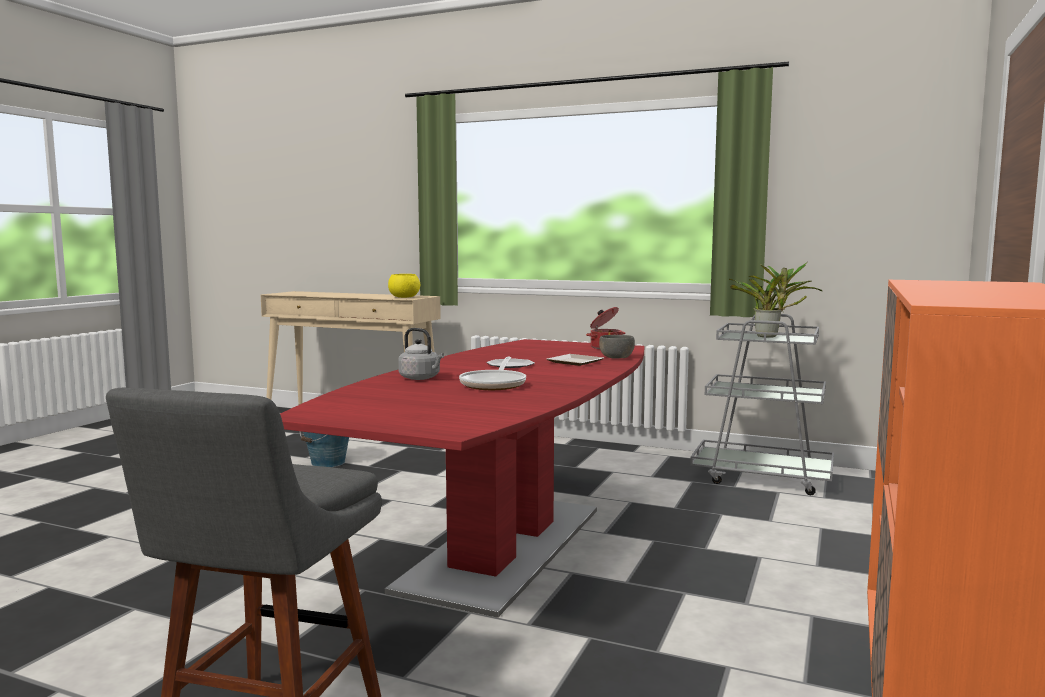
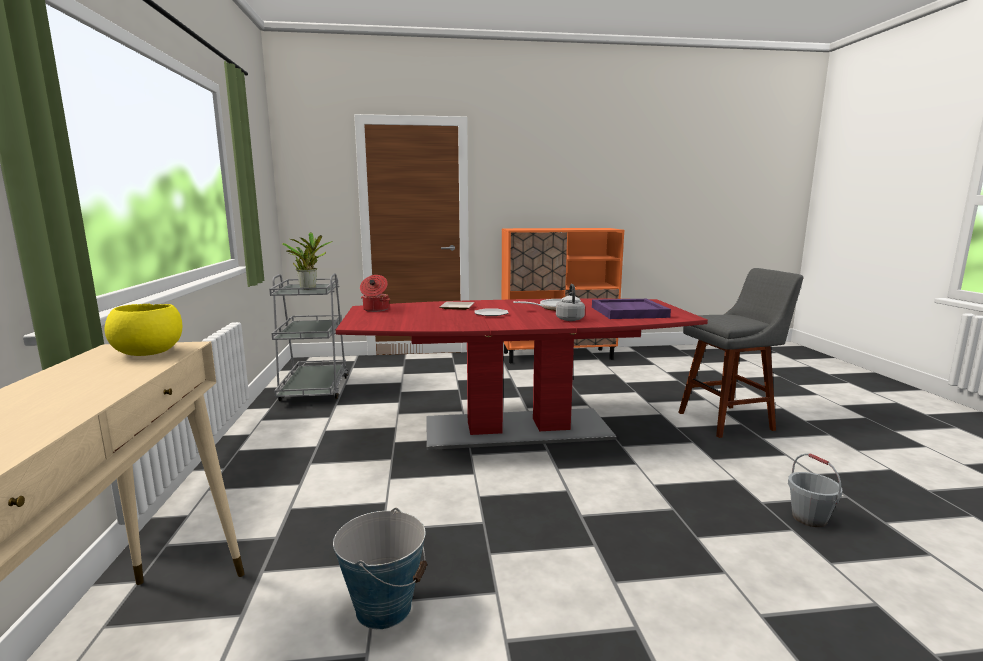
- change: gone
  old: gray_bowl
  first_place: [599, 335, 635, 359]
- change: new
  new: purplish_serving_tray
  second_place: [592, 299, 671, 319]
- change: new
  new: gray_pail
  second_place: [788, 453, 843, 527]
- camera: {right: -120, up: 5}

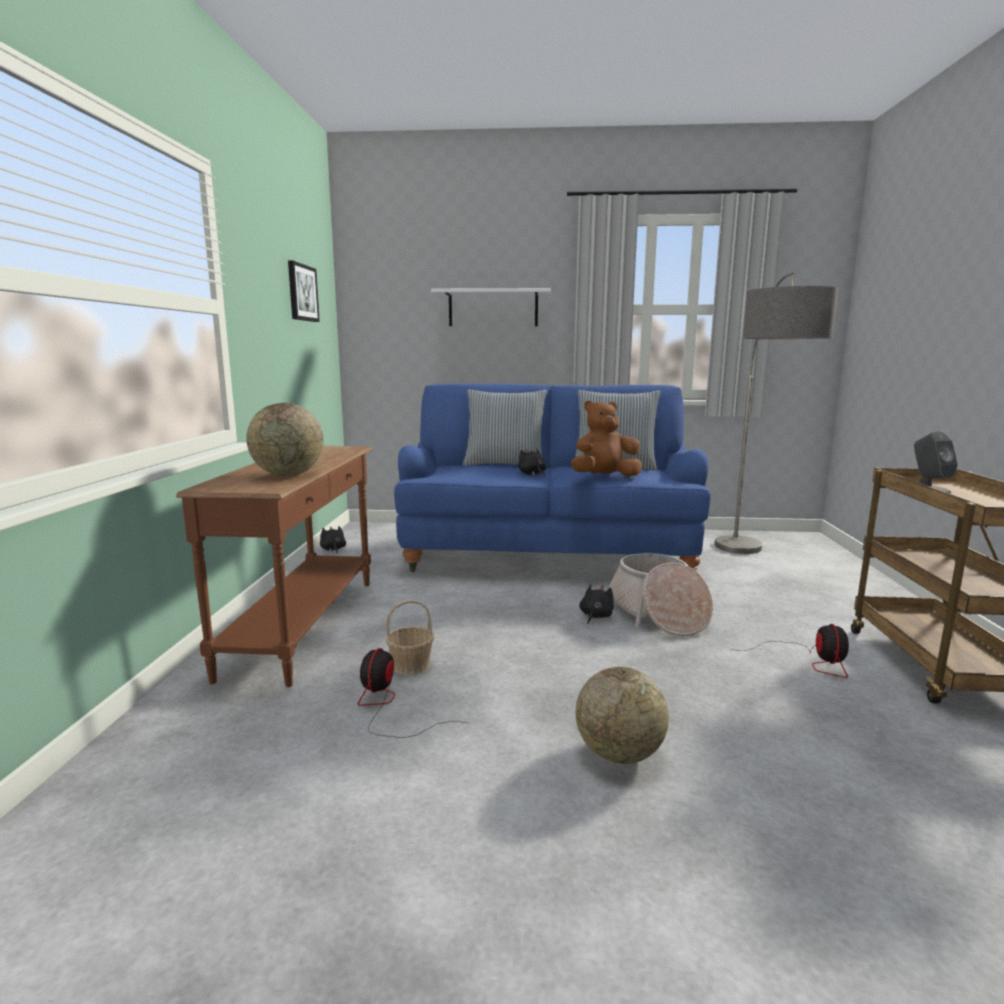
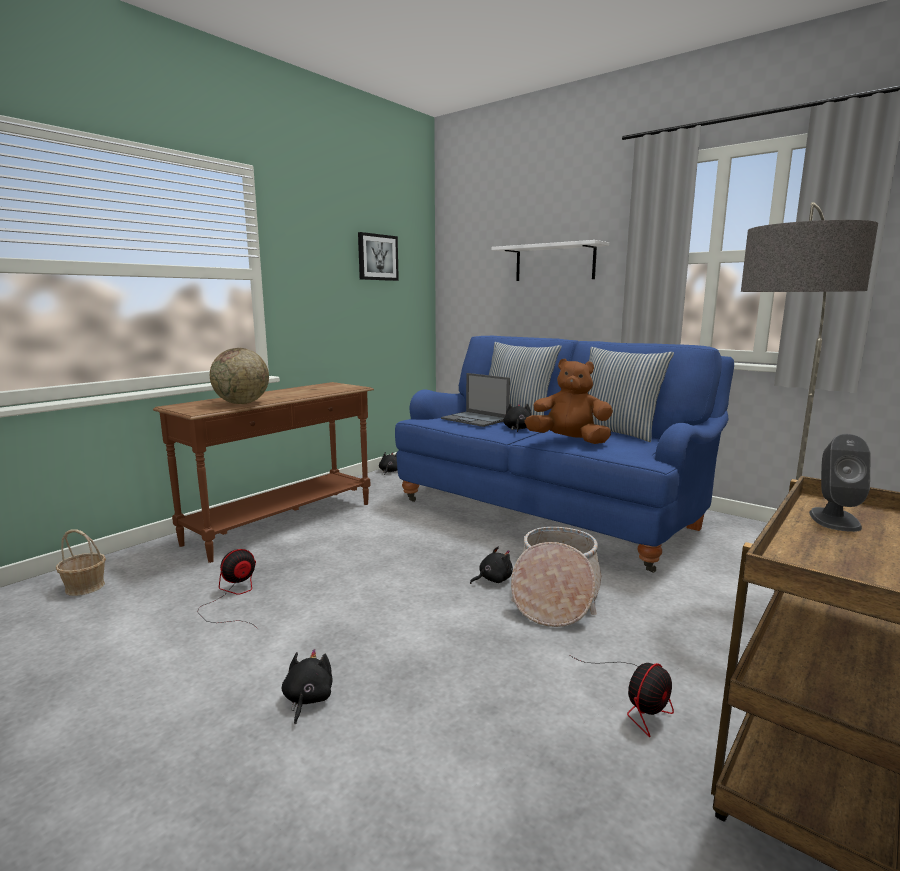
- change: shifted
  old: basket
  first_place: [386, 600, 434, 675]
  second_place: [56, 529, 106, 596]
- change: swapped
  old: world_globe
  new: black_soft_toy
  first_place: [576, 667, 669, 764]
  second_place: [282, 649, 333, 725]
- change: new
  new: portable_computer
  second_place: [441, 373, 510, 427]
- camera: {right: 35, up: 0}

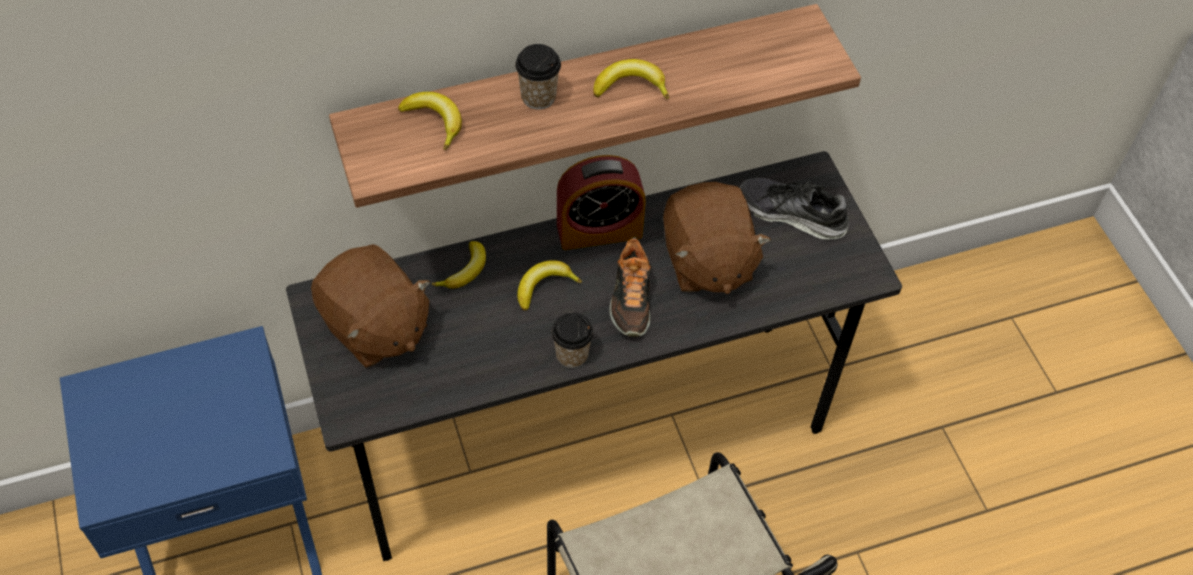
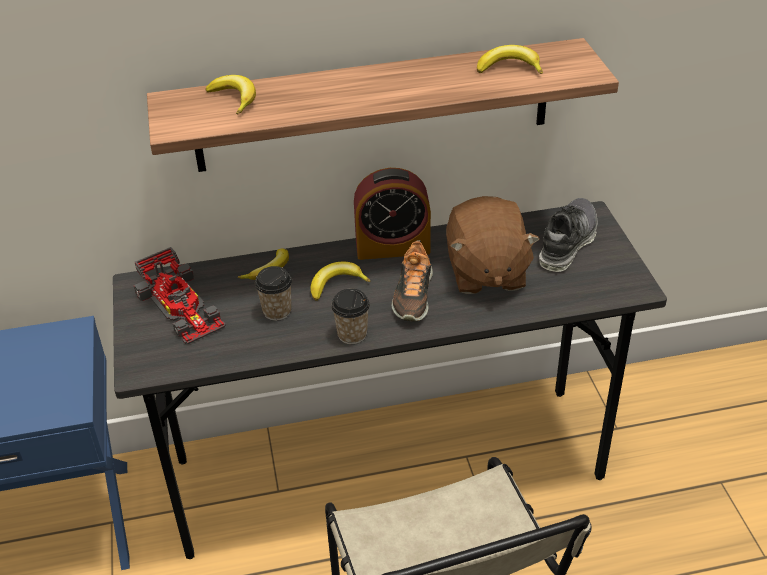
- change: swapped
  old: brown-coloured_soft_toy
  new: model_car
  first_place: [311, 244, 430, 368]
  second_place: [134, 247, 226, 344]
- change: shifted
  old: small_cup
  first_place: [515, 44, 561, 110]
  second_place: [255, 266, 292, 321]
- change: shifted
  old: whole_banana
  first_place: [593, 59, 669, 99]
  second_place: [477, 45, 543, 74]
- change: rotated
  old: shoe
  first_place: [740, 178, 849, 240]
  second_place: [539, 198, 598, 272]
  degrees: 90
- camera: {right: 10, up: -15}

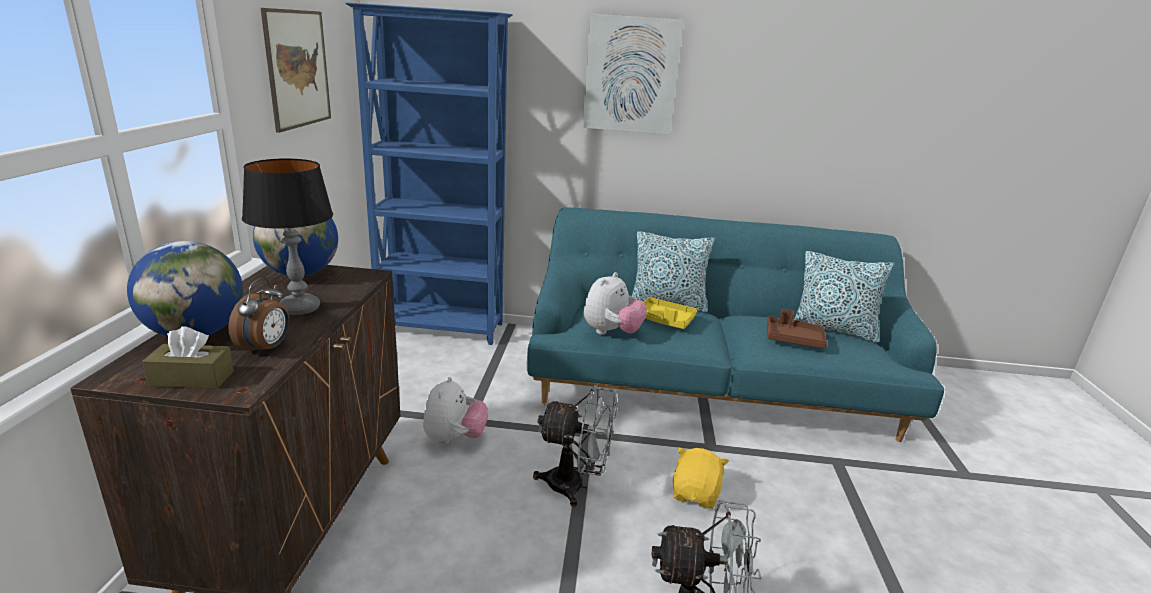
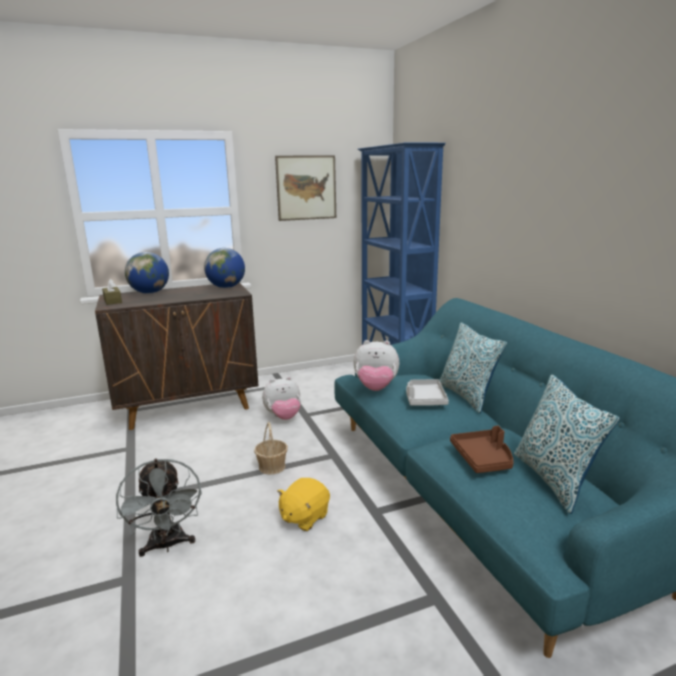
- change: gone
  old: table_clock
  first_place: [228, 277, 289, 356]
- change: gone
  old: table_lamp
  first_place: [242, 159, 333, 315]
- change: swapped
  old: gray_electric_fan
  new: basket
  first_place: [533, 385, 618, 507]
  second_place: [254, 422, 288, 475]
- change: gone
  old: wall_picture
  first_place: [583, 14, 684, 134]
- change: repainted
  old: yellow-coloured_serving_tray
  new: gray_serving_tray
  first_place: [643, 297, 697, 329]
  second_place: [406, 379, 449, 406]
- change: rotated
  old: yellow-coloured_soft_toy
  first_place: [673, 447, 729, 509]
  second_place: [277, 478, 330, 531]
  degrees: 135
- camera: {right: 65, up: -5}

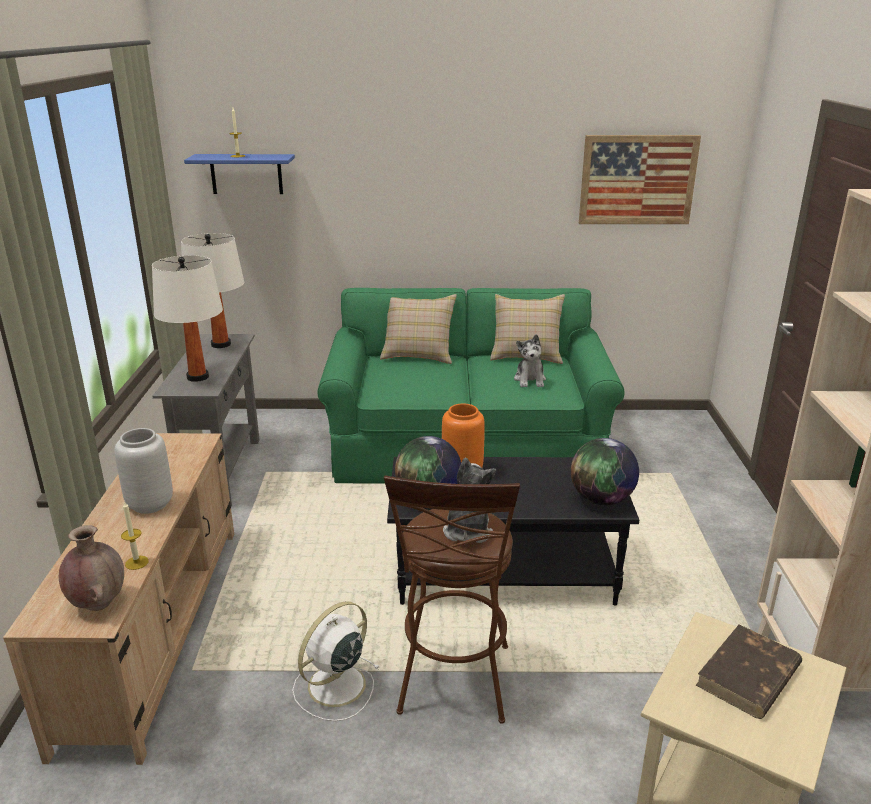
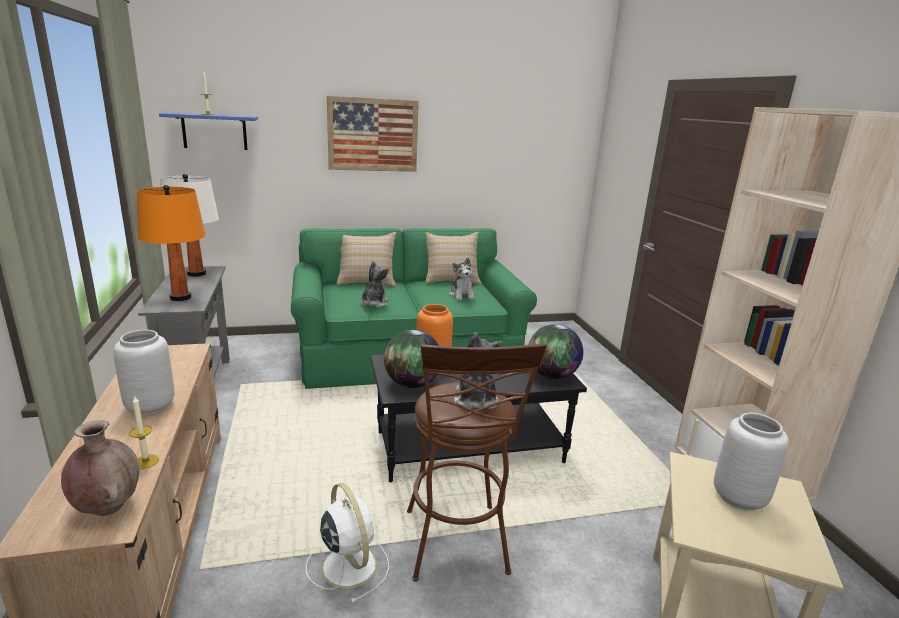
- change: repainted
  old: white_table_lamp
  new: orange_table_lamp
  first_place: [152, 255, 223, 382]
  second_place: [137, 185, 206, 301]
- change: rotated
  old: white_electric_fan
  first_place: [292, 601, 380, 721]
  second_place: [306, 483, 389, 603]
  degrees: 120
- change: shifted
  old: wall_picture
  first_place: [579, 135, 701, 224]
  second_place: [327, 96, 419, 172]
- change: swapped
  old: brown-coloured_book
  new: gray_vase
  first_place: [696, 624, 802, 719]
  second_place: [714, 413, 789, 511]
- change: new
  new: soft_toy
  second_place: [360, 261, 389, 308]
- camera: {right: -15, up: -5}

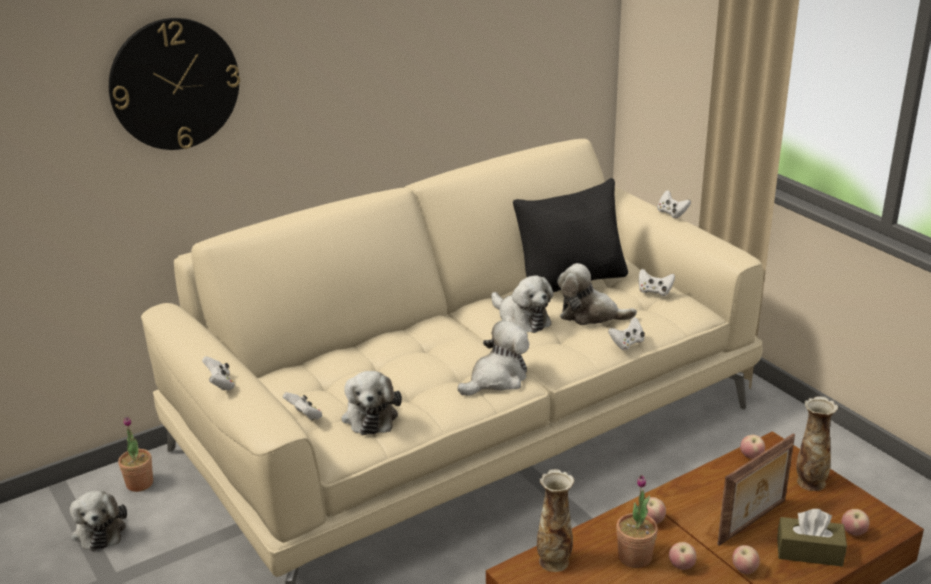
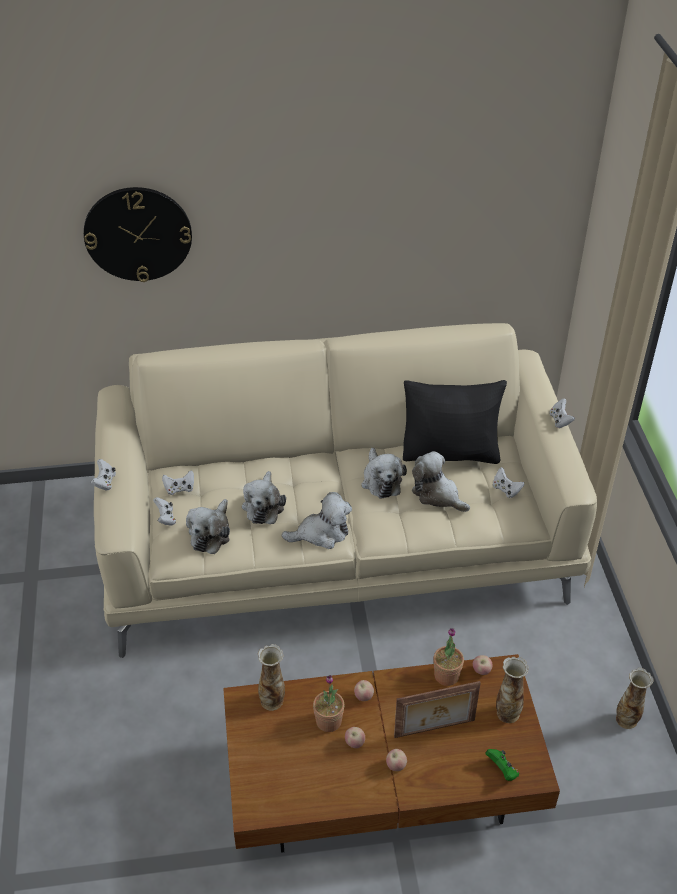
- change: shifted
  old: soft_toy
  first_place: [70, 491, 127, 551]
  second_place: [242, 471, 286, 524]
- change: shifted
  old: houseplant
  first_place: [118, 417, 153, 492]
  second_place: [433, 628, 464, 686]
- change: shifted
  old: white_gamepad
  first_place: [608, 317, 645, 350]
  second_place: [162, 470, 194, 495]
- change: gone
  old: brown-coloured_tissue_holder
  first_place: [777, 509, 847, 567]
- change: swapped
  old: whole_apple
  new: green_gamepad
  first_place: [841, 509, 870, 536]
  second_place: [485, 749, 519, 781]
- change: new
  new: vase
  second_place: [616, 668, 654, 729]
- camera: {right: 25, up: 15}

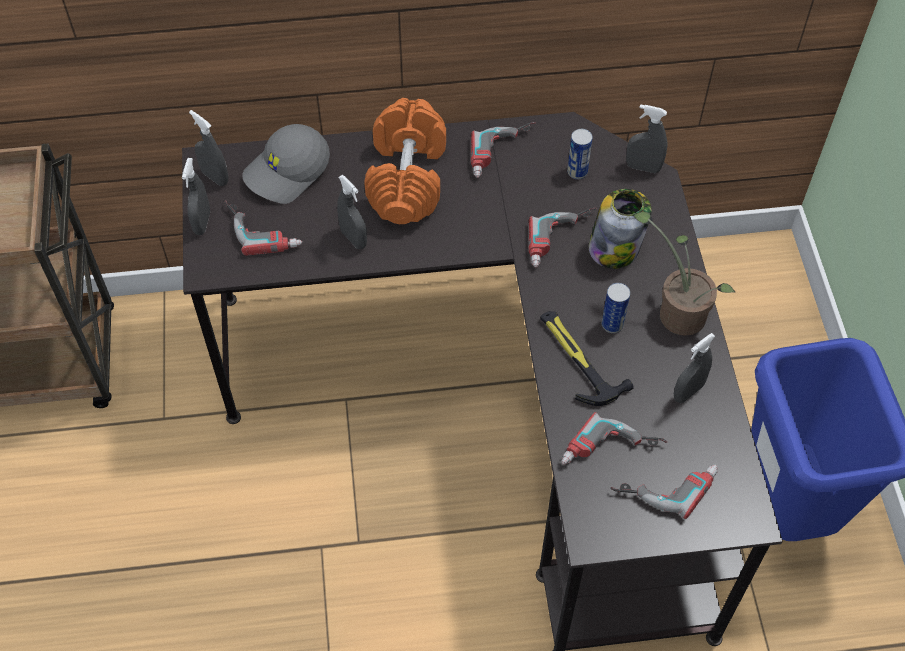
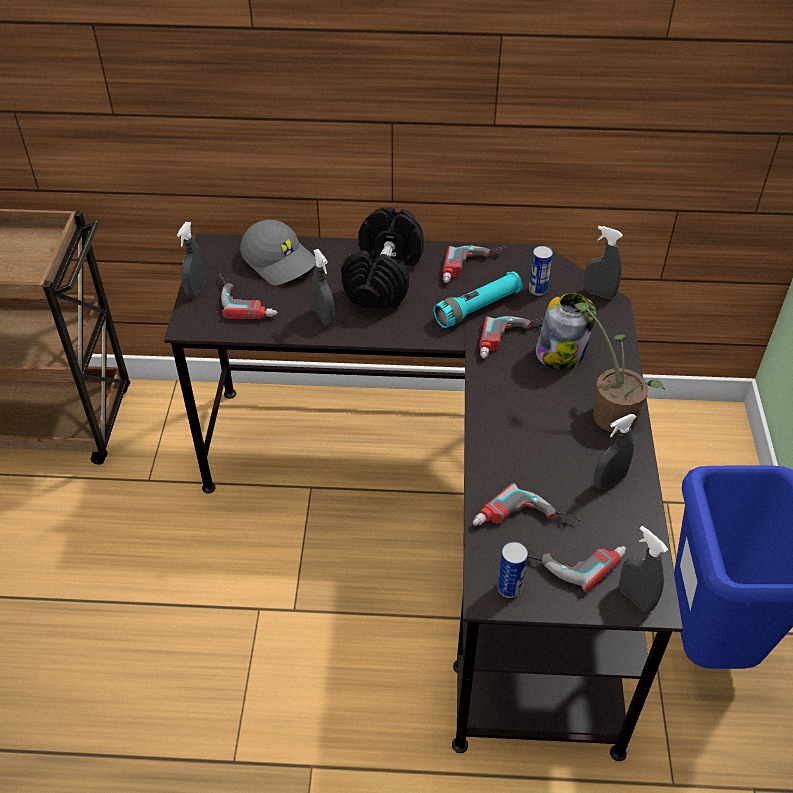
- change: shifted
  old: gray_hand_sprayer
  first_place: [189, 110, 229, 186]
  second_place: [619, 526, 668, 612]
- change: rotated
  old: gray_baseball_cap
  first_place: [242, 124, 330, 204]
  second_place: [240, 220, 316, 285]
  degrees: -105
- change: repainted
  old: orange_free_weight
  new: black_free_weight
  first_place: [364, 98, 446, 224]
  second_place: [341, 207, 424, 309]
- change: gone
  old: tool_hammer
  first_place: [540, 311, 634, 406]
- change: shifted
  old: sealed_can
  first_place: [602, 283, 630, 333]
  second_place: [497, 542, 528, 598]
- change: new
  new: turquoise-coloured_hand_torch
  second_place: [433, 271, 523, 328]
- camera: {right: 10, up: -10}

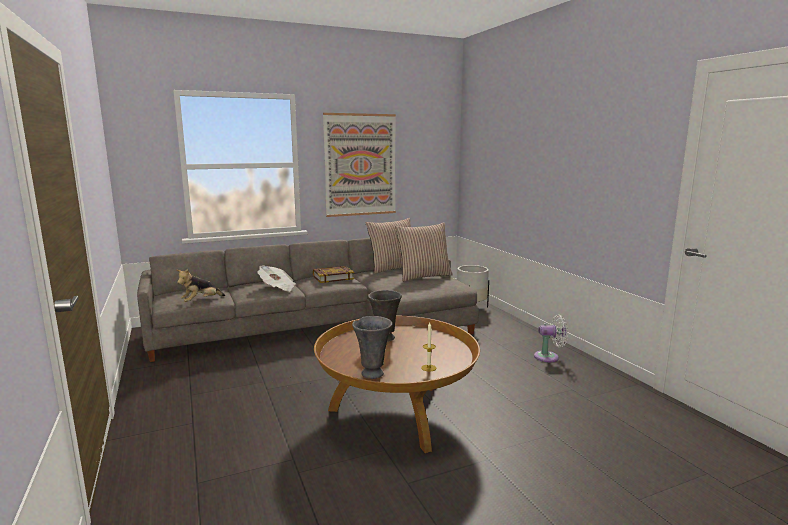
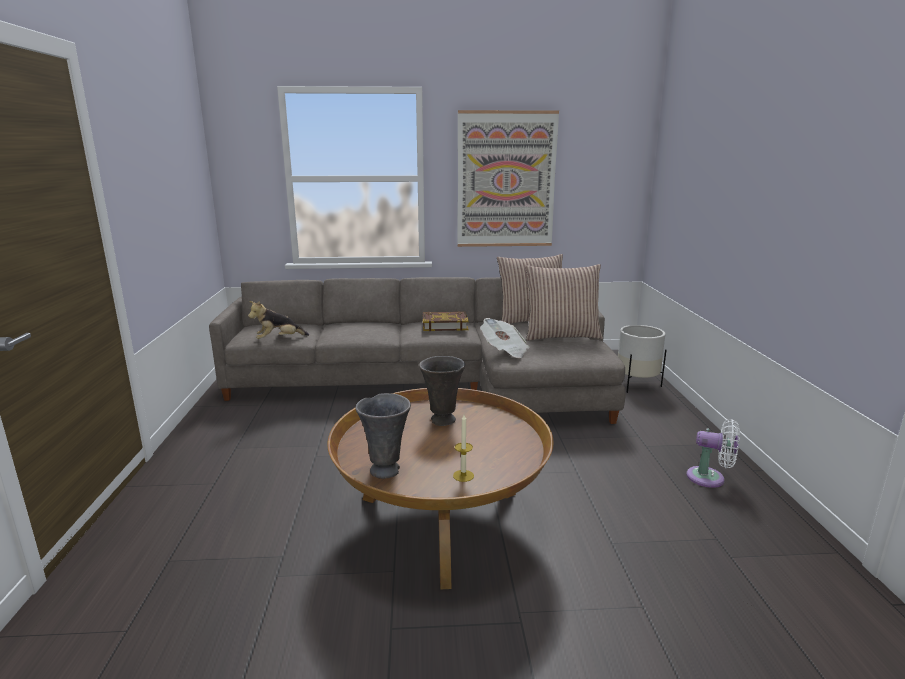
- change: shifted
  old: daily_paper
  first_place: [257, 265, 296, 292]
  second_place: [480, 318, 529, 358]
- camera: {right: 20, up: 5}

